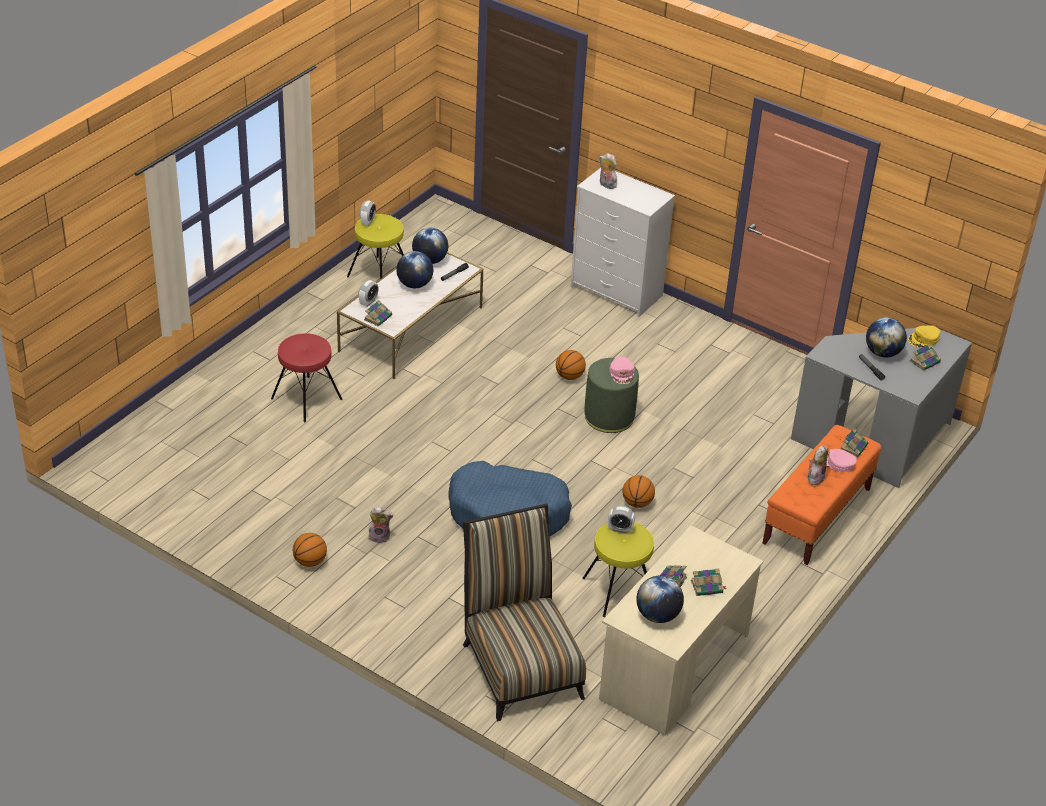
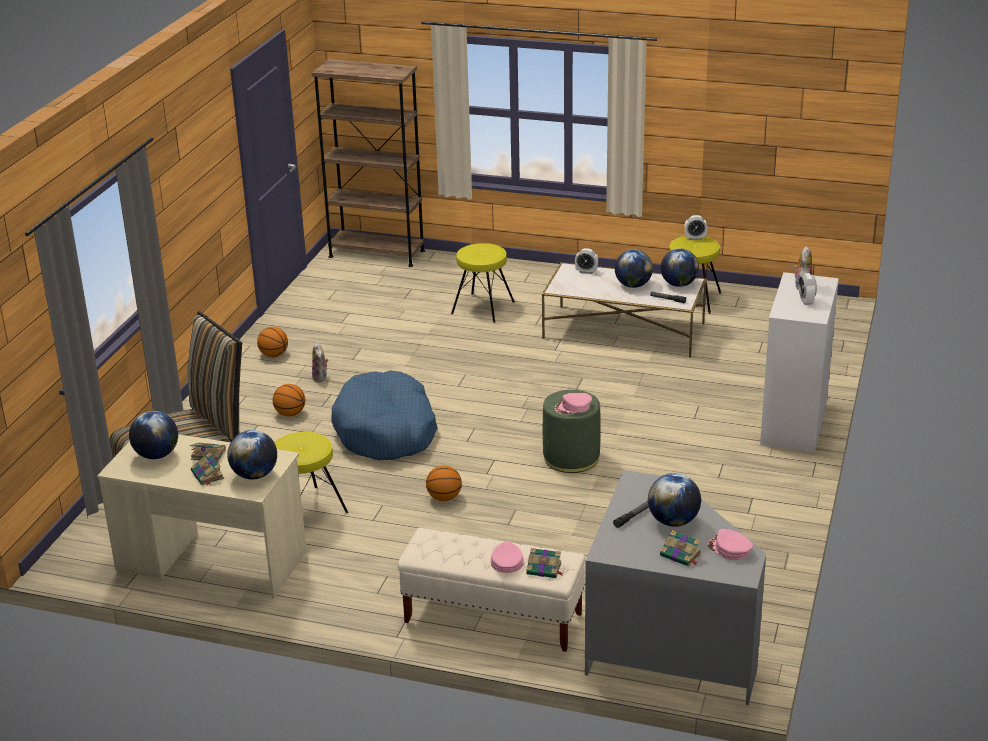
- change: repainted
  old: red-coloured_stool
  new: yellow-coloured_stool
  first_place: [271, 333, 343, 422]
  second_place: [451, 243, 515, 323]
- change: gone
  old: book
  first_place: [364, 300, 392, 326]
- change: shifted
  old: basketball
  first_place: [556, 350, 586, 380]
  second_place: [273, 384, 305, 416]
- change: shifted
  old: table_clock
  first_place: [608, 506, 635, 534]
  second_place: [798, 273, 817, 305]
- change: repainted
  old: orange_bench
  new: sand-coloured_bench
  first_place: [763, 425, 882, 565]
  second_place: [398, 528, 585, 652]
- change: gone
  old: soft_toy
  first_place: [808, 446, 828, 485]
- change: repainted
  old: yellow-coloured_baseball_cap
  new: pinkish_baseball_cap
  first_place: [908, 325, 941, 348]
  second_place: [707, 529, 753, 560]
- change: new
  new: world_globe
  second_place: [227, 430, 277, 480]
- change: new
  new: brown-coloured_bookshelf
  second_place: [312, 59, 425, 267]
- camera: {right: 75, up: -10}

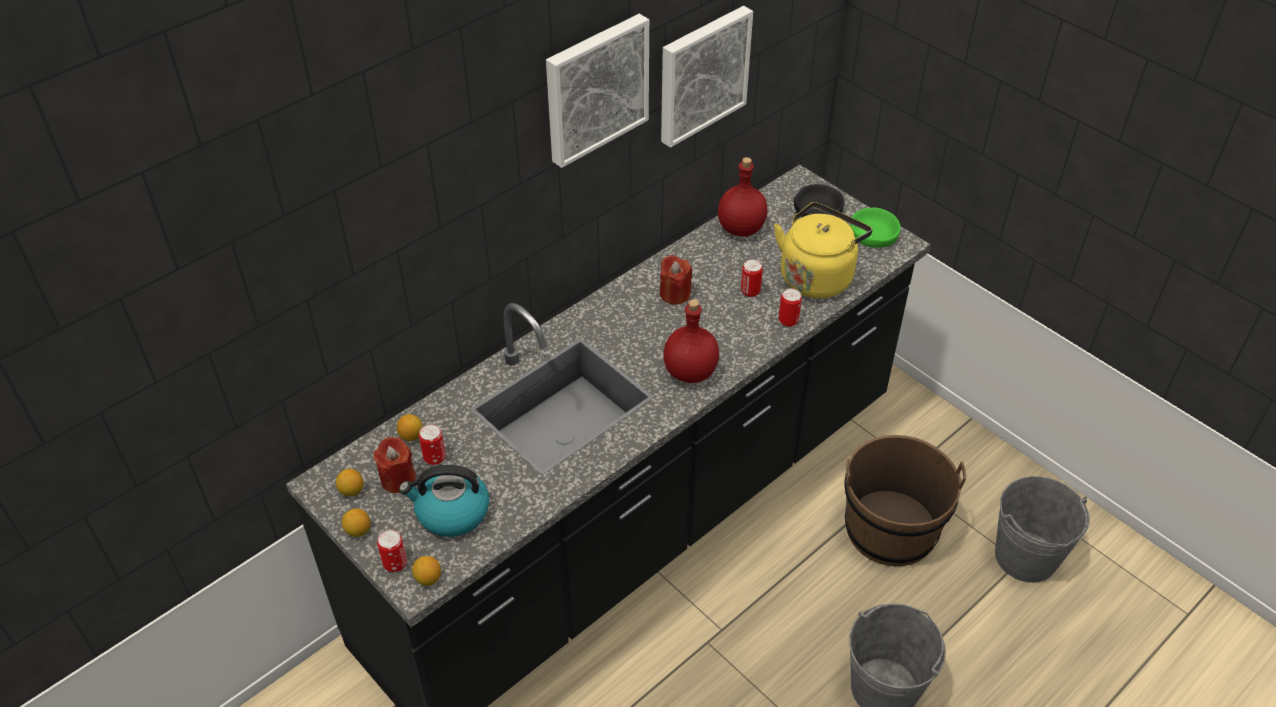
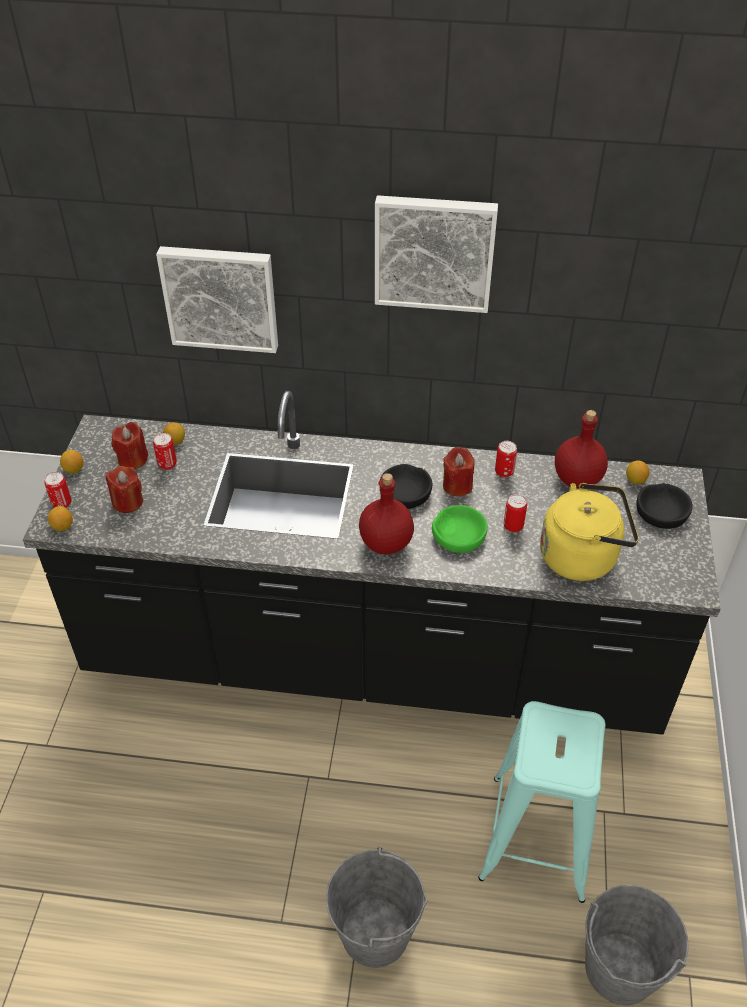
- change: shifted
  old: citrus_fruit
  first_place: [336, 469, 364, 496]
  second_place: [626, 460, 649, 485]
- change: swapped
  old: kettle
  new: red-coloured_candle
  first_place: [399, 465, 489, 537]
  second_place: [106, 466, 143, 513]
- change: shifted
  old: wall_picture
  first_place: [661, 6, 753, 148]
  second_place: [156, 246, 278, 353]
- change: shifted
  old: sealed_can
  first_place: [779, 288, 802, 327]
  second_place: [495, 441, 517, 477]
- change: swapped
  old: brown-coloured_pail
  new: turquoise-coloured_stool
  first_place: [844, 435, 966, 566]
  second_place: [478, 701, 605, 903]
- change: shifted
  old: green_bowl
  first_place: [850, 208, 901, 248]
  second_place: [432, 505, 488, 553]
- change: new
  new: black_bowl
  second_place: [380, 464, 432, 509]
- camera: {right: 50, up: 0}

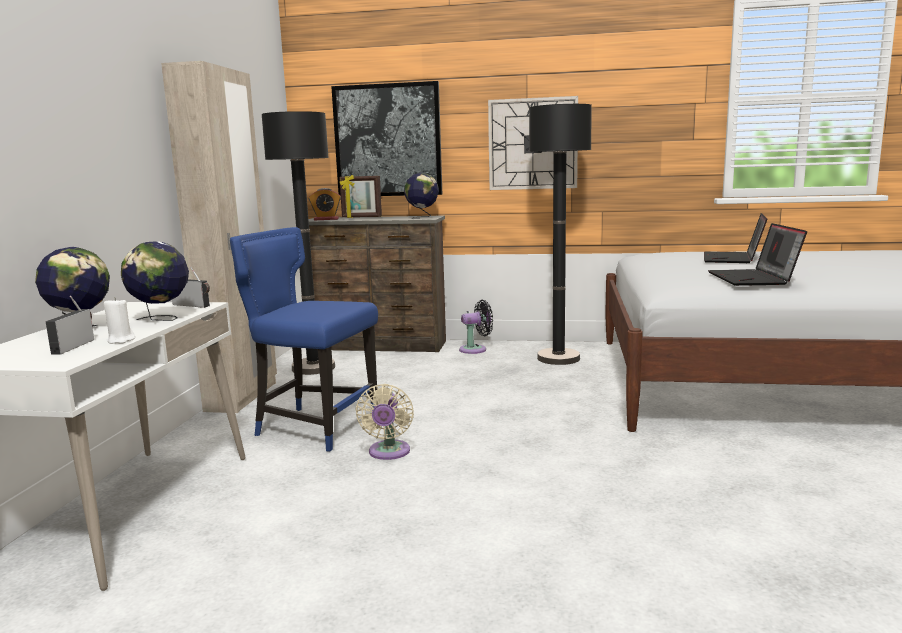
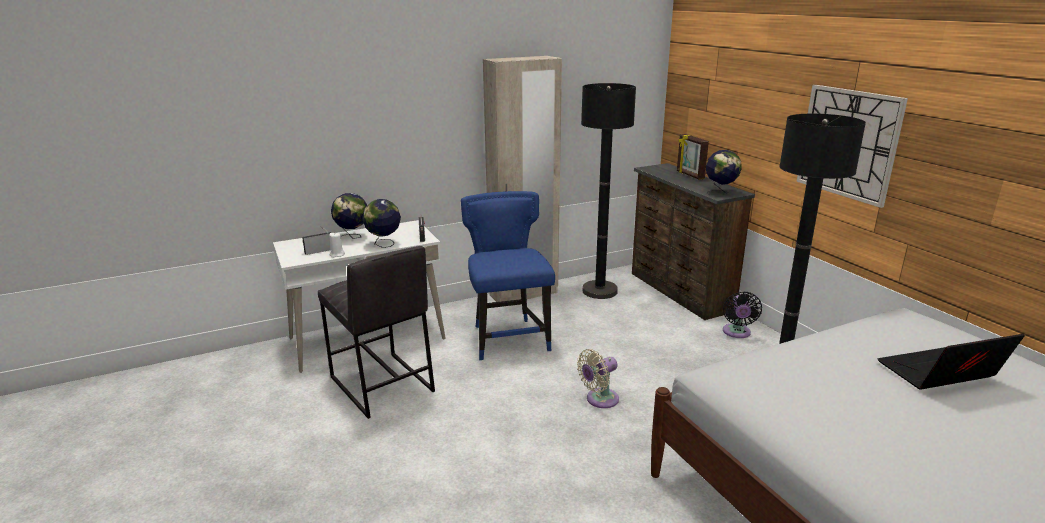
- change: gone
  old: table_clock
  first_place: [309, 188, 341, 221]
- change: gone
  old: wall_picture
  first_place: [331, 81, 442, 197]
- change: shifted
  old: sand-coloured_electric_fan
  first_place: [355, 384, 414, 460]
  second_place: [577, 349, 619, 408]
- change: rotated
  old: black_electric_fan
  first_place: [459, 300, 493, 354]
  second_place: [723, 291, 762, 338]
  degrees: 60
- change: gone
  old: portable_computer
  first_place: [708, 223, 807, 286]
- change: new
  new: gray_stool
  second_place: [318, 246, 435, 419]
- camera: {right: 55, up: 10}

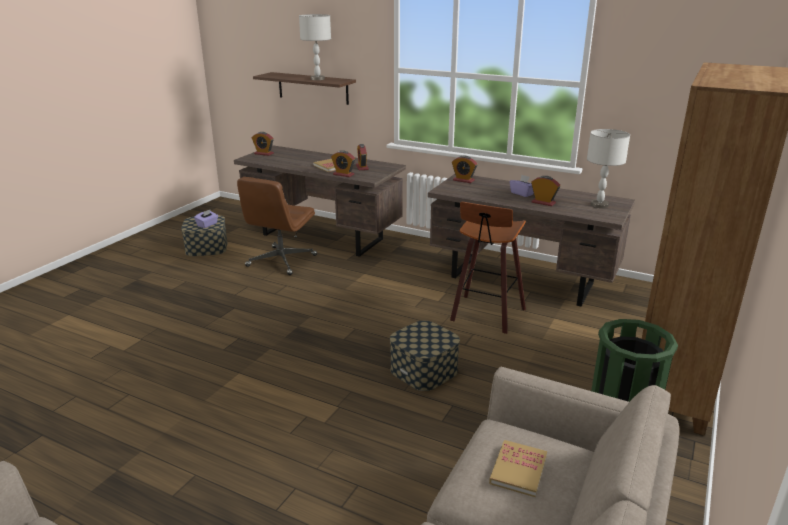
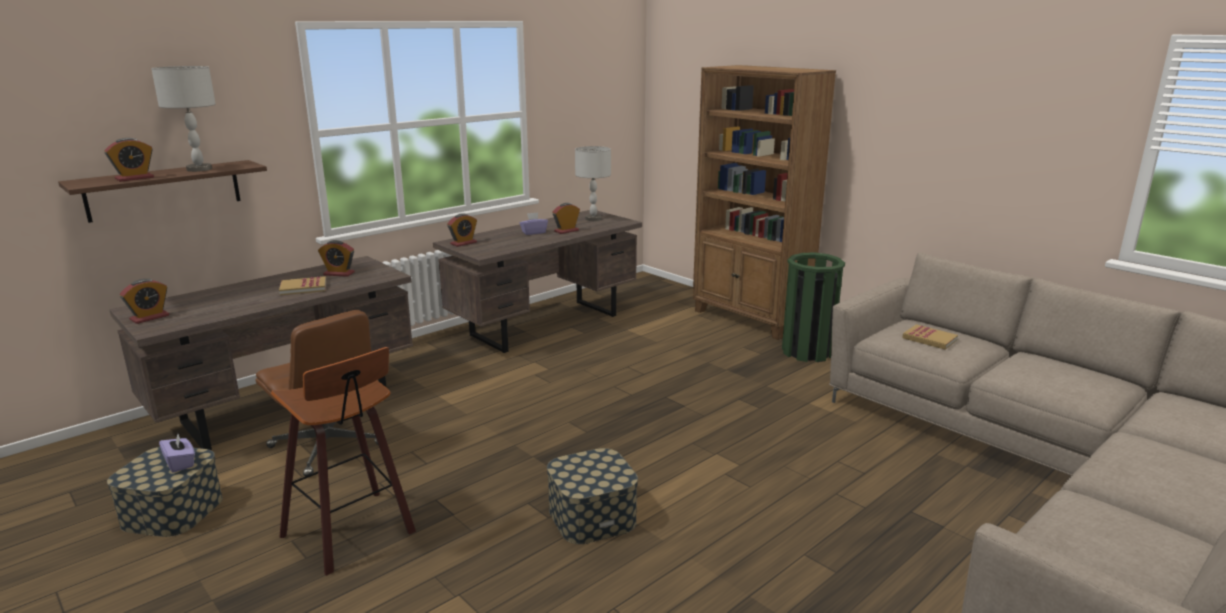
- change: shifted
  old: table_clock
  first_place: [331, 150, 355, 177]
  second_place: [104, 138, 154, 182]
- change: shifted
  old: storage_box
  first_place: [390, 321, 460, 391]
  second_place: [547, 448, 638, 544]
- change: shifted
  old: stool
  first_place: [450, 202, 526, 334]
  second_place: [271, 347, 416, 576]
- camera: {right: -70, up: -5}

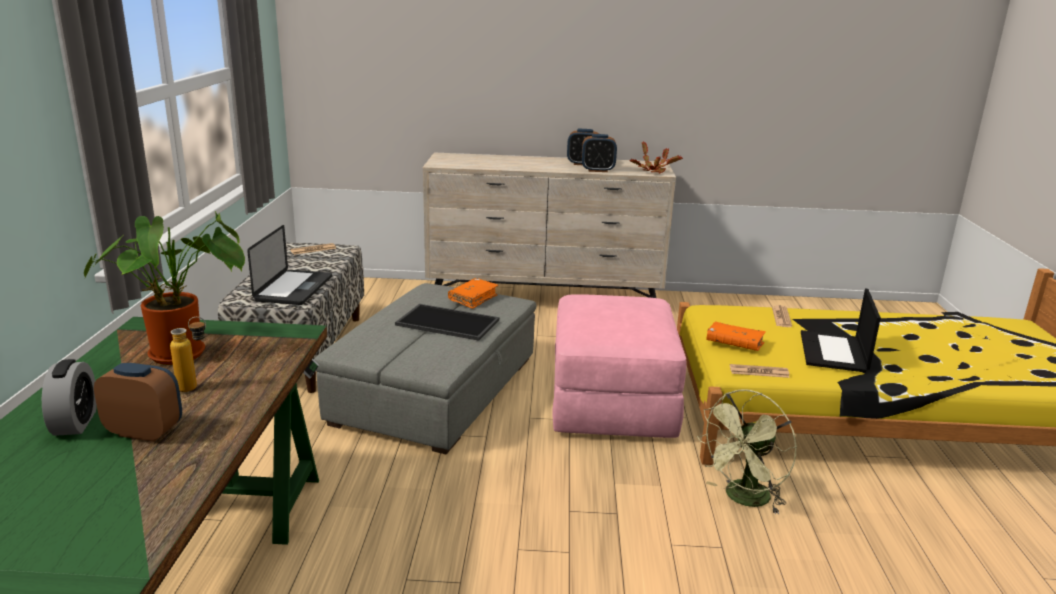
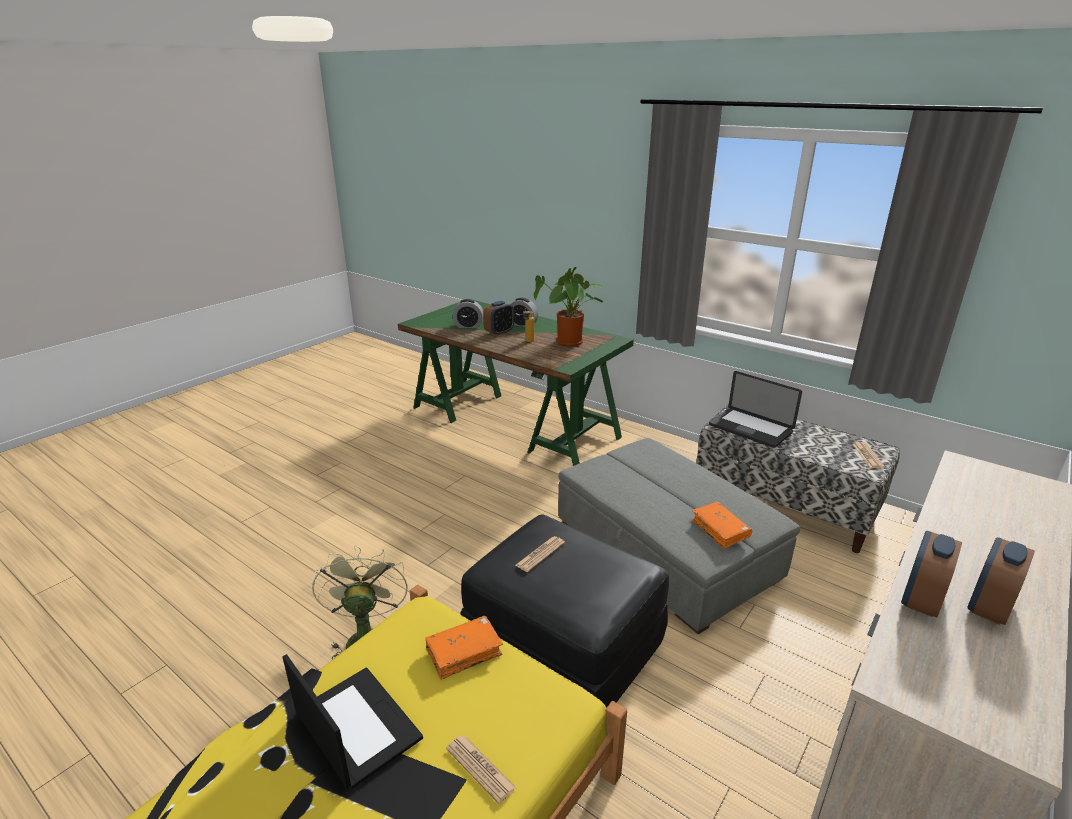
- change: gone
  old: serving_tray
  first_place: [395, 304, 499, 341]
- change: repainted
  old: pinkish_pouffe
  new: black_pouffe
  first_place: [552, 294, 686, 438]
  second_place: [461, 514, 669, 708]
- change: gone
  old: houseplant
  first_place: [629, 142, 683, 173]
- change: shifted
  old: daily_paper
  first_place: [730, 364, 790, 378]
  second_place: [516, 536, 565, 572]
- change: new
  new: table_clock
  second_place: [453, 299, 483, 328]
- camera: {right: 125, up: 5}

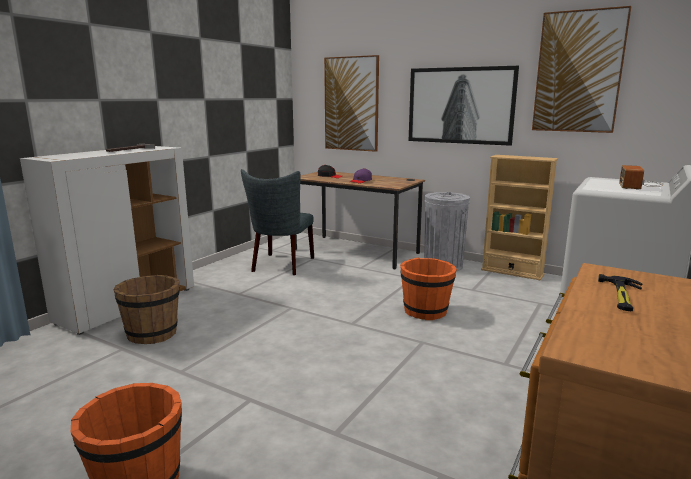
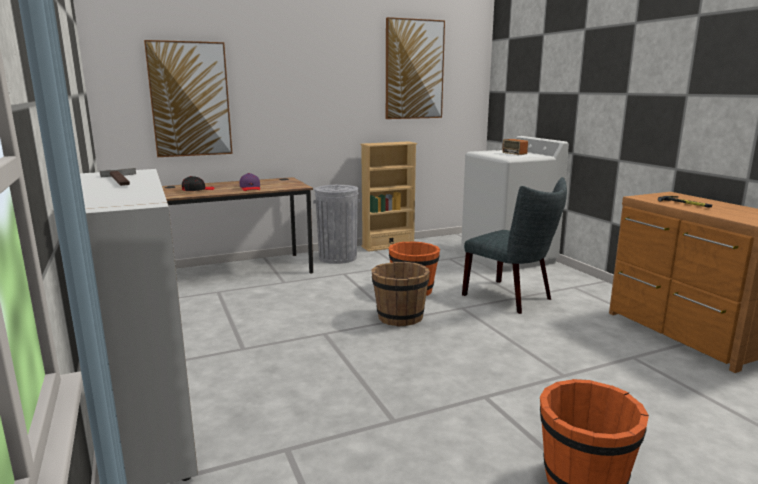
- change: shifted
  old: brown-coloured_pail
  first_place: [113, 275, 180, 344]
  second_place: [372, 262, 430, 327]
- change: shifted
  old: gray_plain_chair
  first_place: [241, 169, 314, 275]
  second_place: [462, 177, 567, 314]
- change: gone
  old: wall_picture
  first_place: [409, 66, 519, 146]
- camera: {right: -55, up: 0}

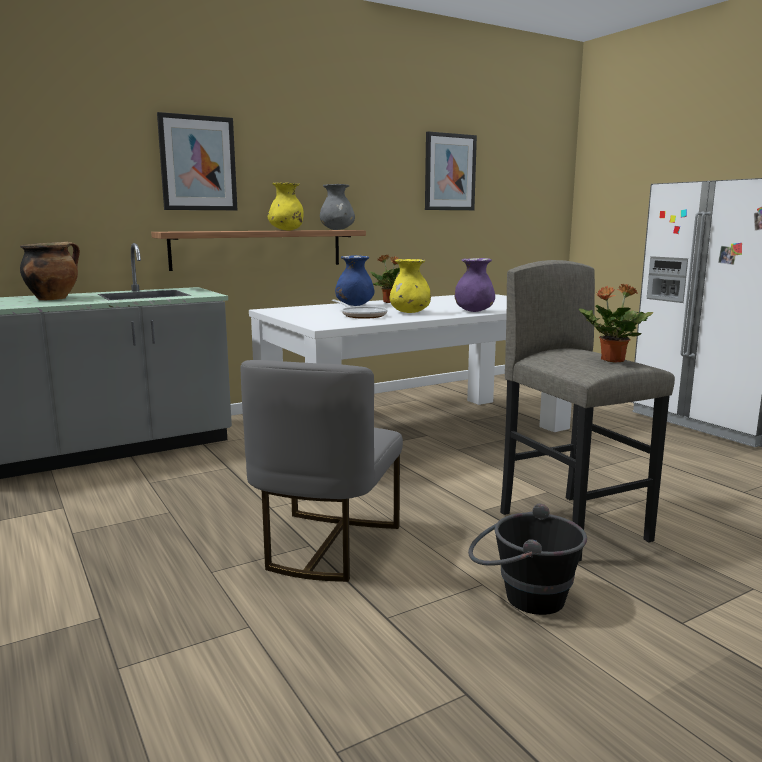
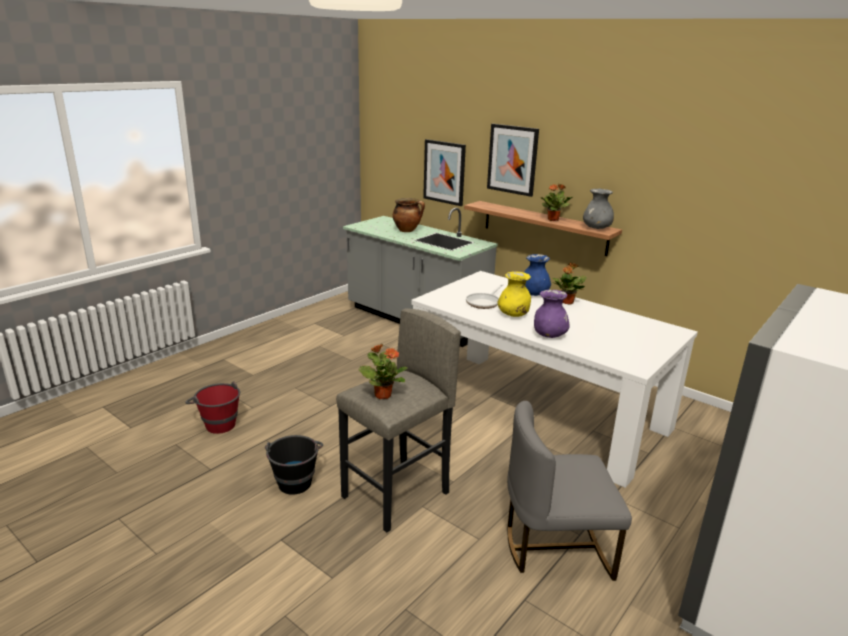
- change: shifted
  old: gray_plain_chair
  first_place: [240, 360, 403, 582]
  second_place: [507, 401, 632, 581]
- change: swapped
  old: yellow-coloured_vase
  new: houseplant
  first_place: [268, 183, 304, 231]
  second_place: [541, 184, 572, 221]
- change: shifted
  old: wall_picture
  first_place: [425, 131, 477, 210]
  second_place: [423, 139, 466, 206]
- change: new
  new: red-coloured_pail
  second_place: [185, 381, 240, 434]
- camera: {right: 70, up: 10}

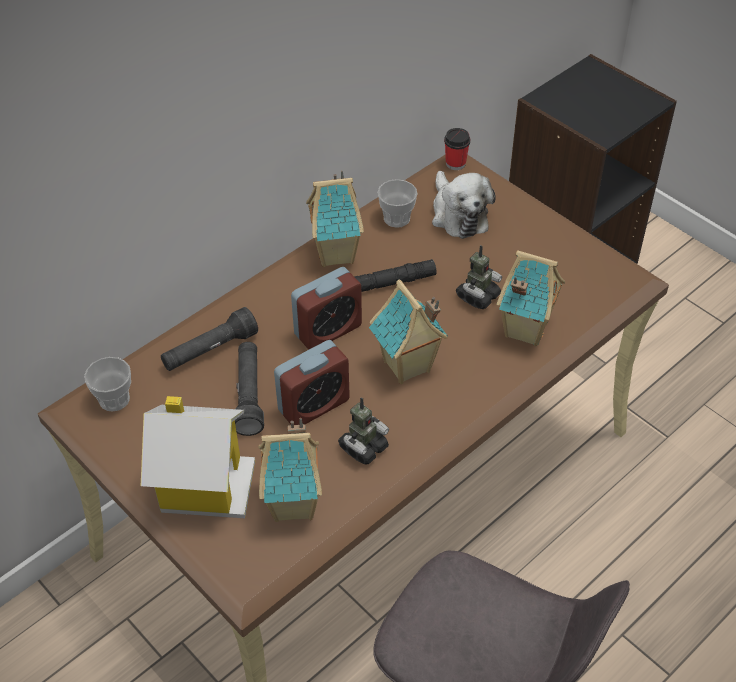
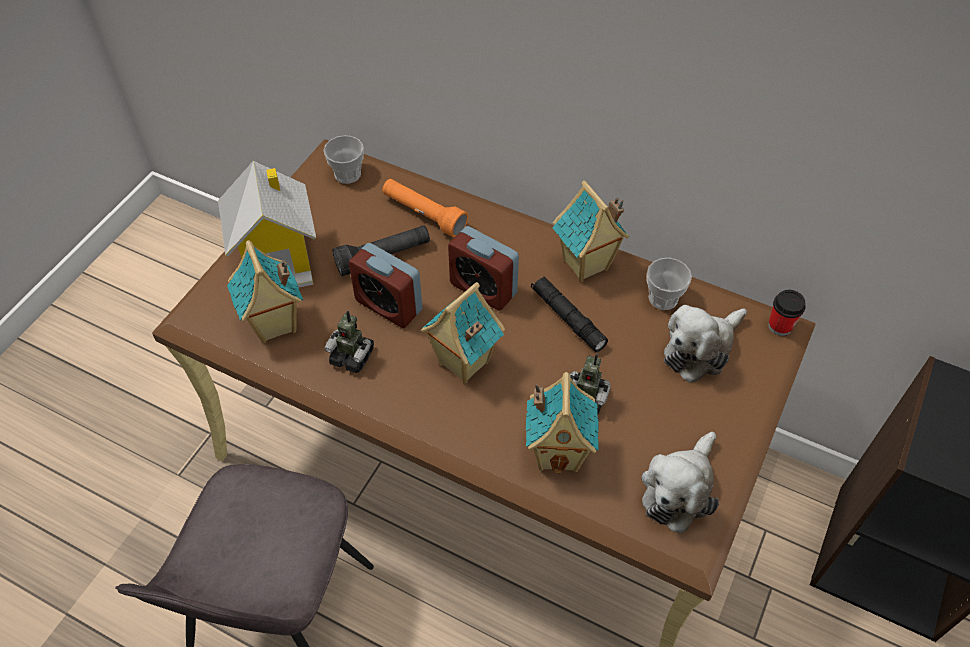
- change: repainted
  old: black_hand_torch
  new: orange_hand_torch
  first_place: [161, 307, 258, 371]
  second_place: [382, 179, 468, 238]
- change: new
  new: soft_toy
  second_place: [641, 432, 719, 534]
- camera: {right: 70, up: 5}

